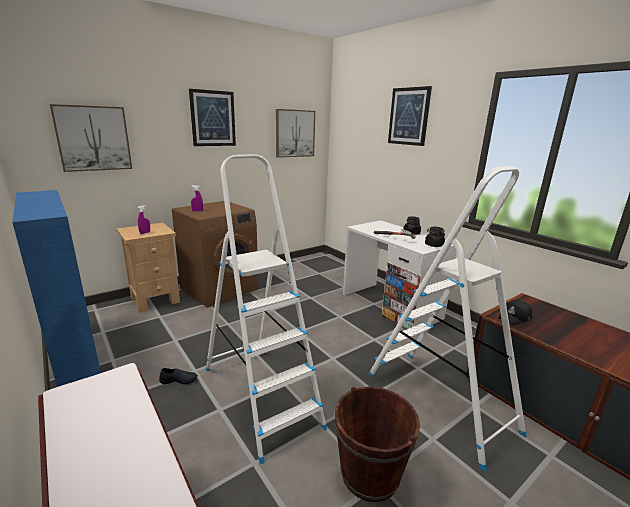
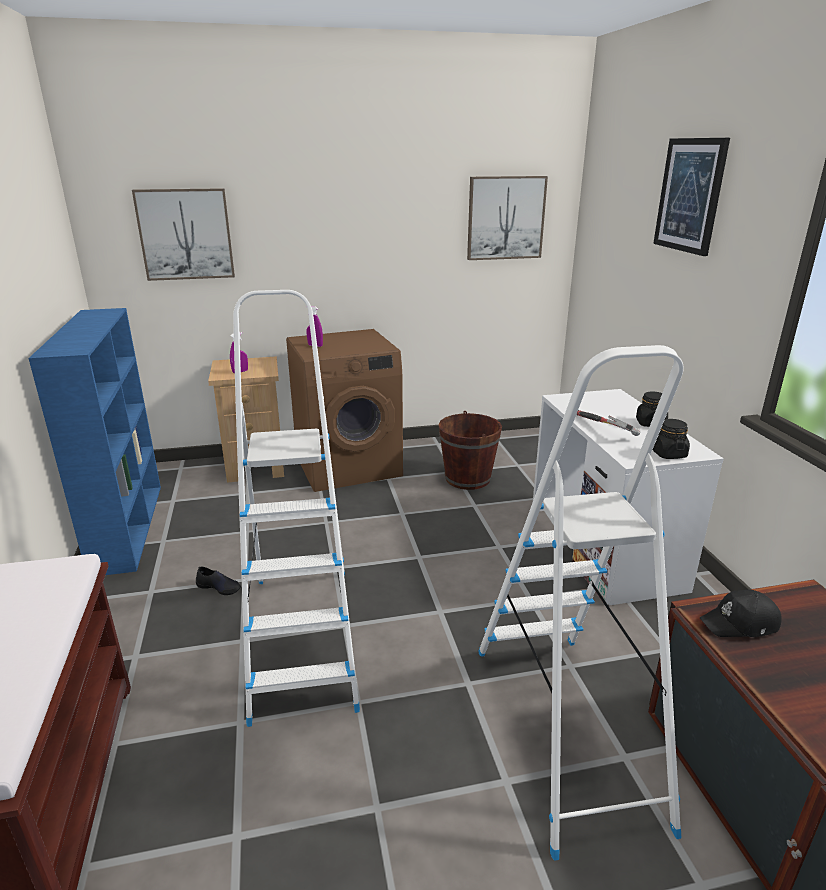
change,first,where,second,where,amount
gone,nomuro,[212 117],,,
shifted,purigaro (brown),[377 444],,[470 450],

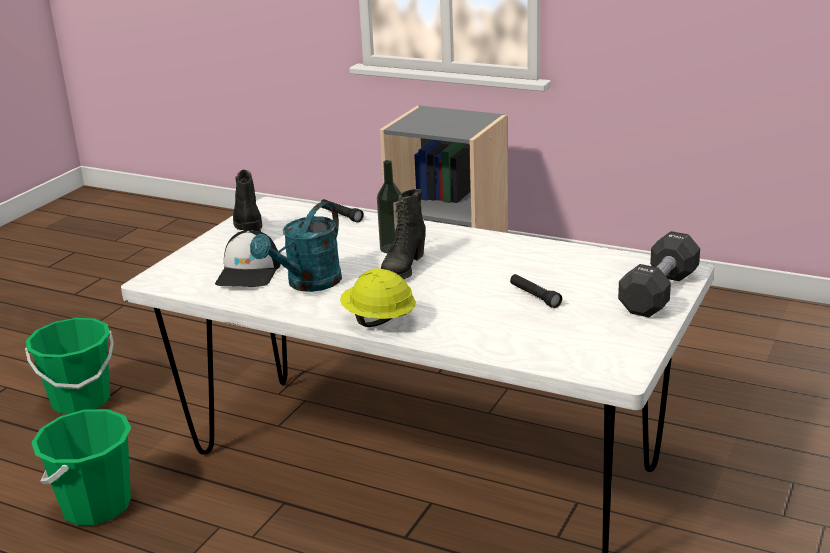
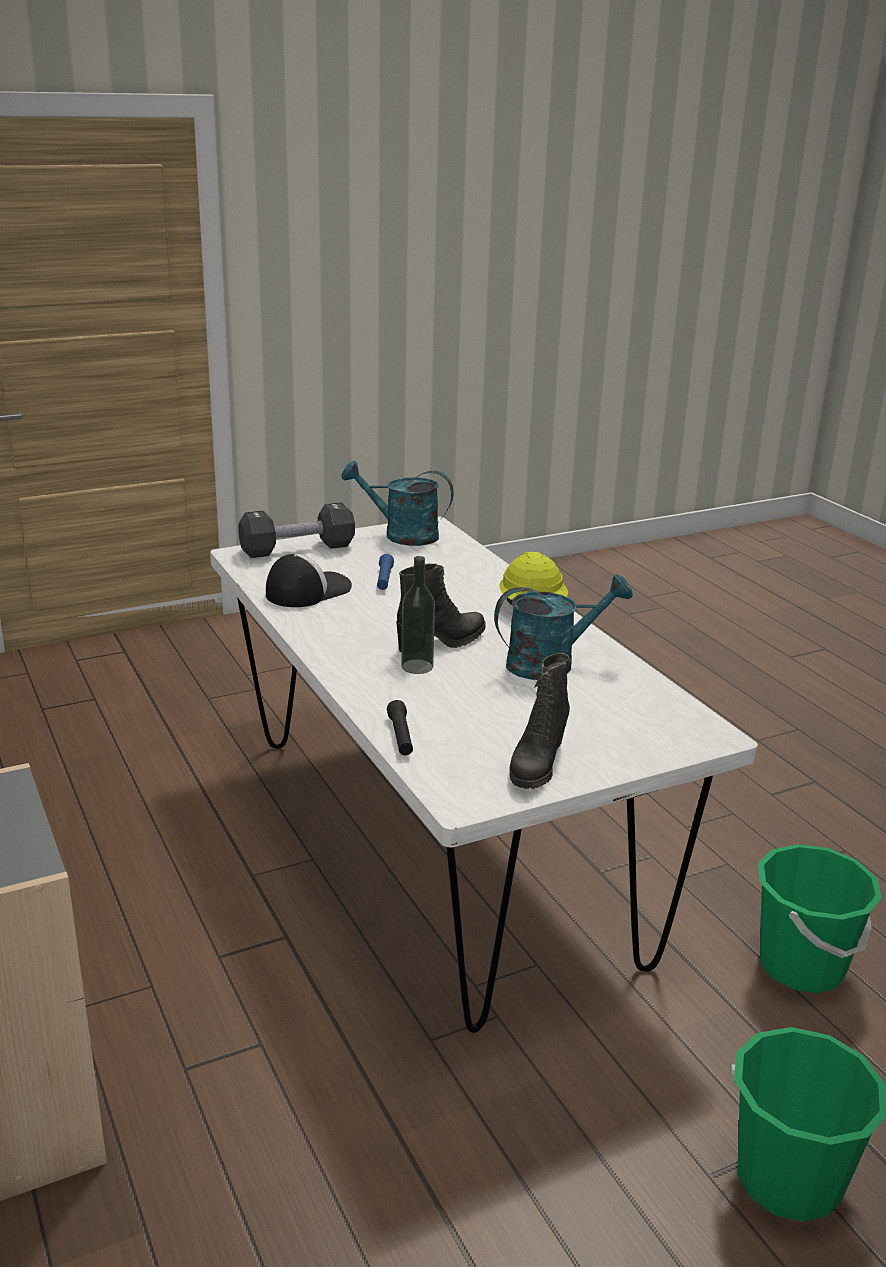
change,first,where,second,where,amount
shifted,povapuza,[248 258],,[309 580],
repainted,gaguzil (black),[536 291],gaguzil (blue),[385 572],
new,,,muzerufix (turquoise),[397 503],

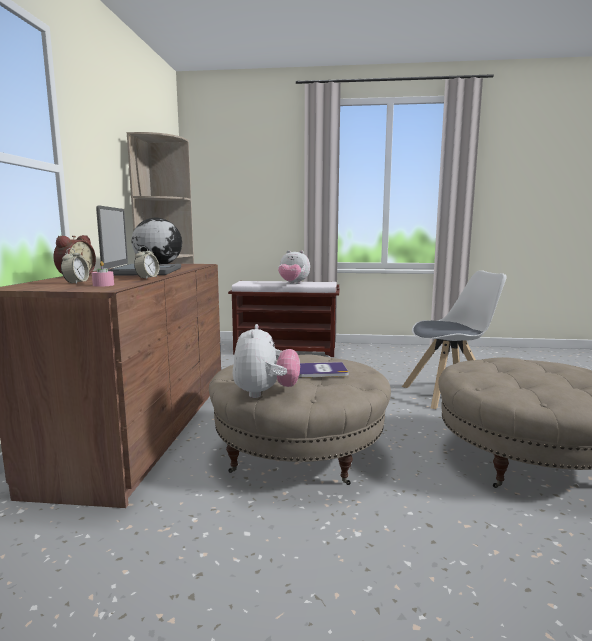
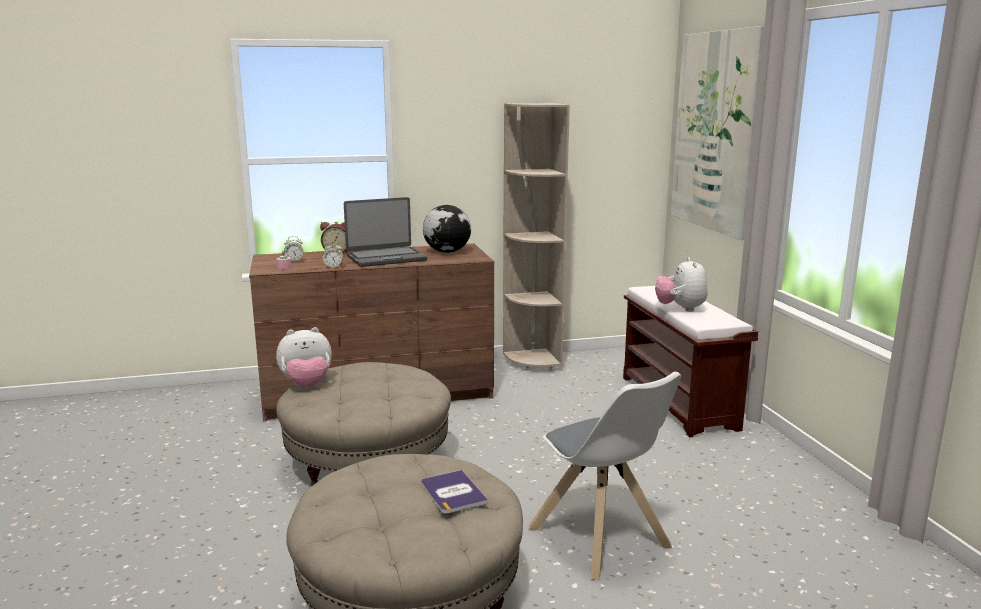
change,first,where,second,where,amount
shifted,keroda,[324 370],,[454 492],
new,,,nomuro,[717 133],

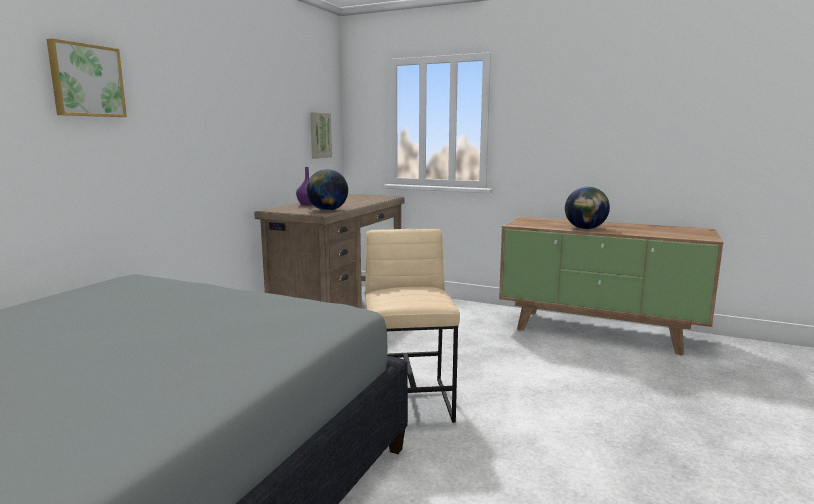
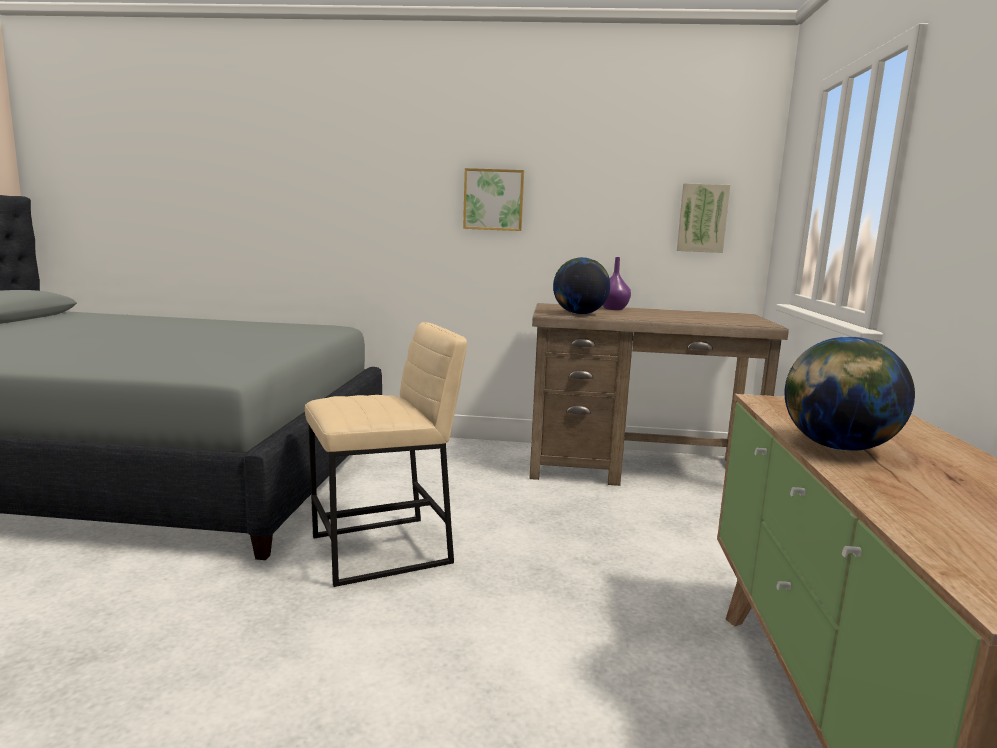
change,first,where,second,where,amount
shifted,nomuro,[86 77],,[493 199],

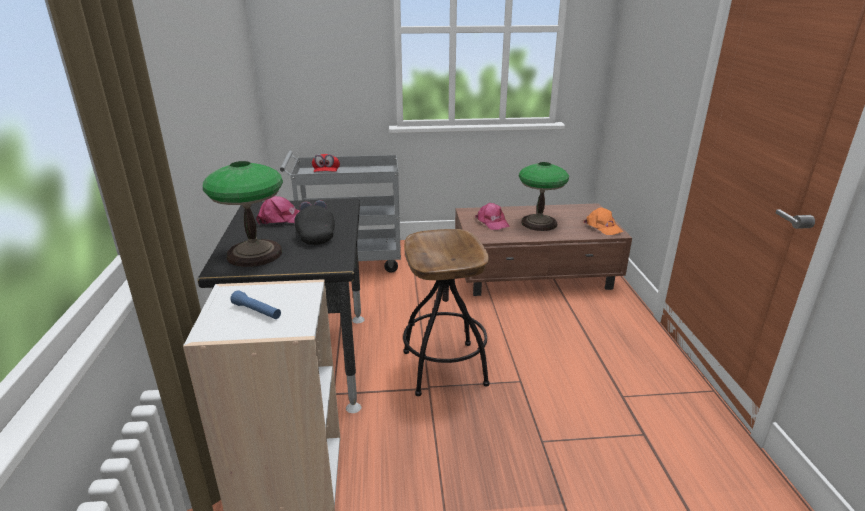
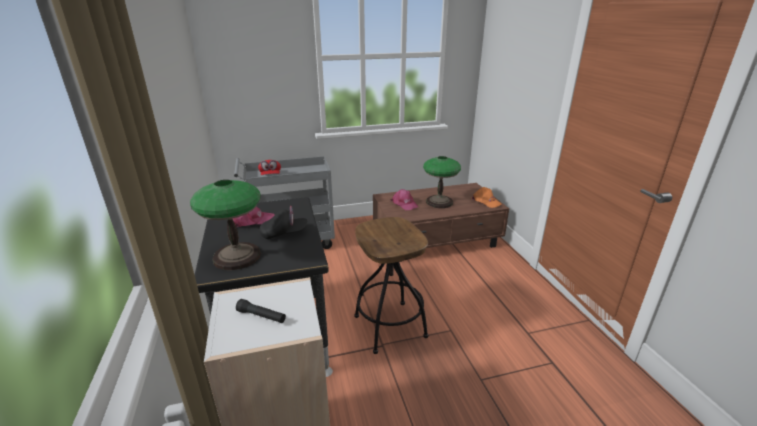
change,first,where,second,where,amount
repainted,gaguzil (blue),[255 304],gaguzil (black),[261 311],
rotated,povapuza (black),[315 222],,[283 222],105 degrees clockwise

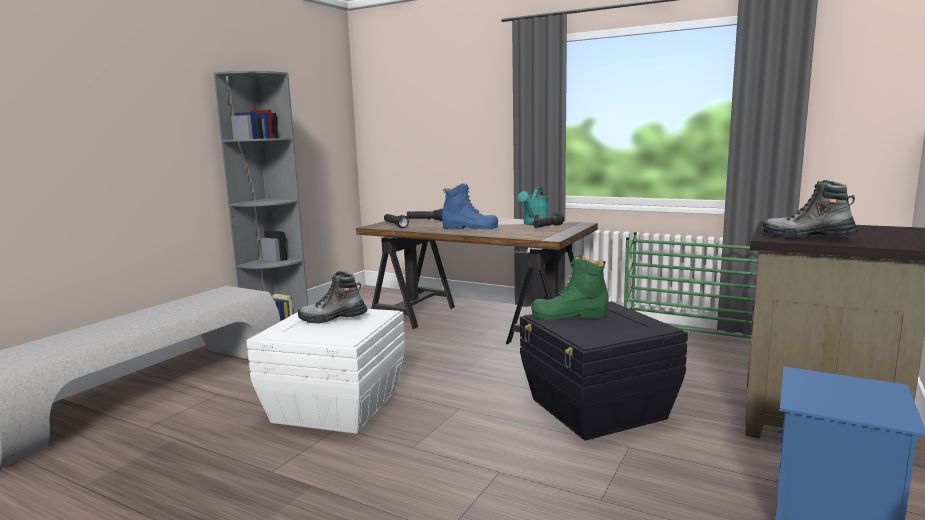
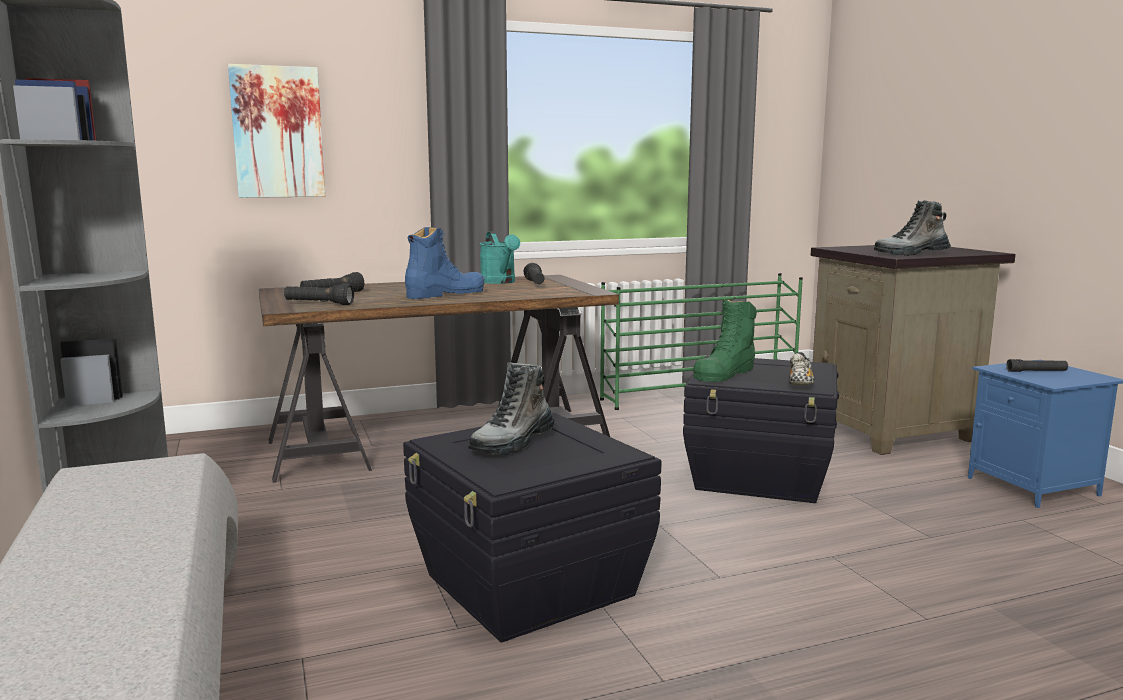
change,first,where,second,where,amount
repainted,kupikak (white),[325 371],kupikak (black),[532 527],
new,,,nomuro,[276 131],
new,,,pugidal,[802 368],
new,,,gaguzil (black),[1037 365],

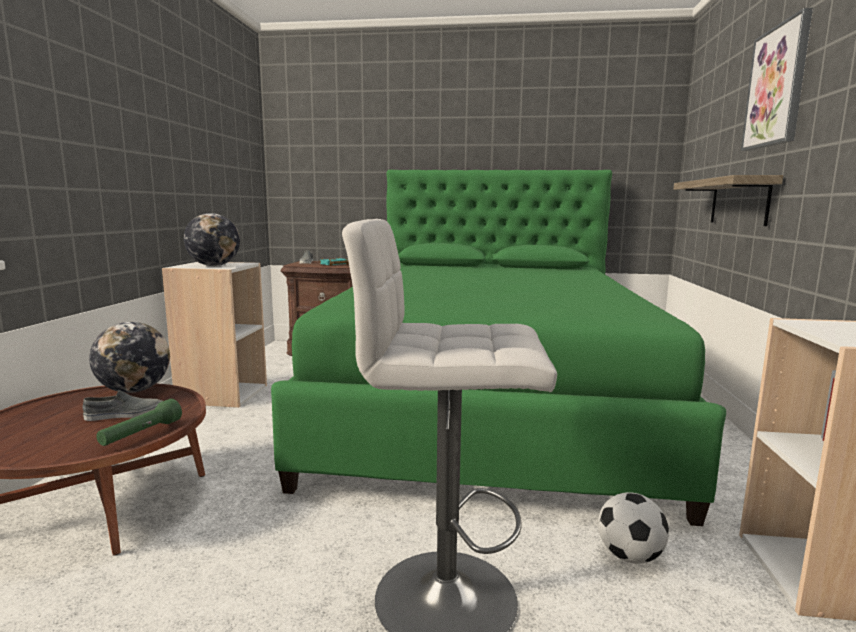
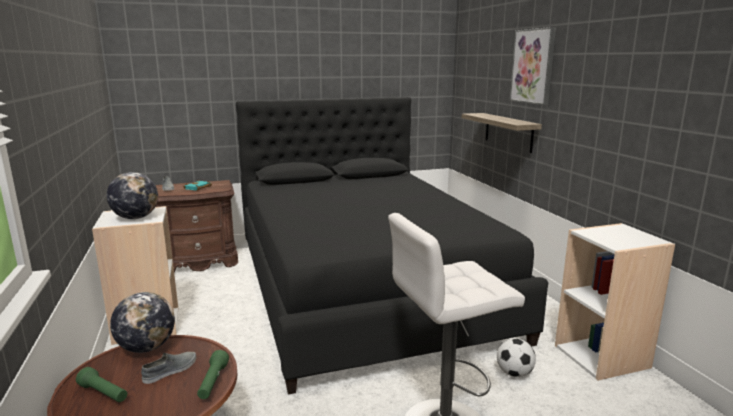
change,first,where,second,where,amount
repainted,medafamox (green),[498 348],medafamox (black),[392 246],
new,,,gaguzil (green),[101 384],

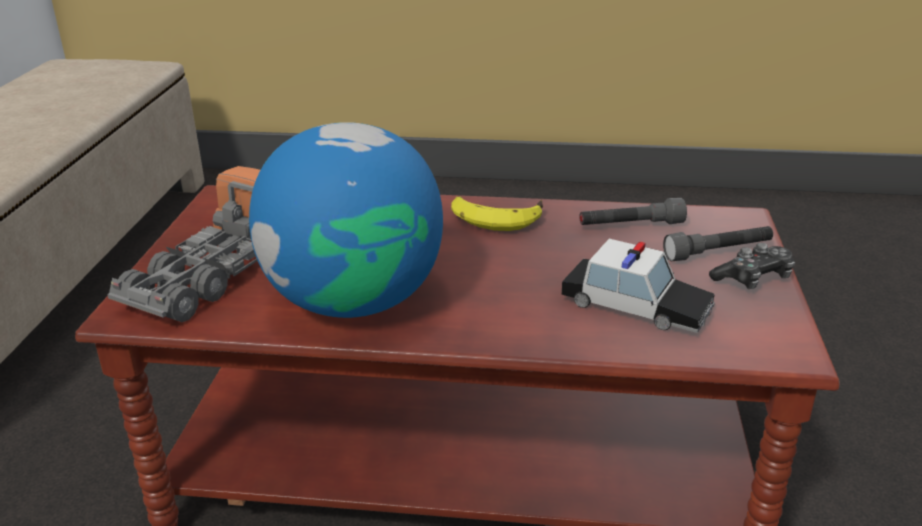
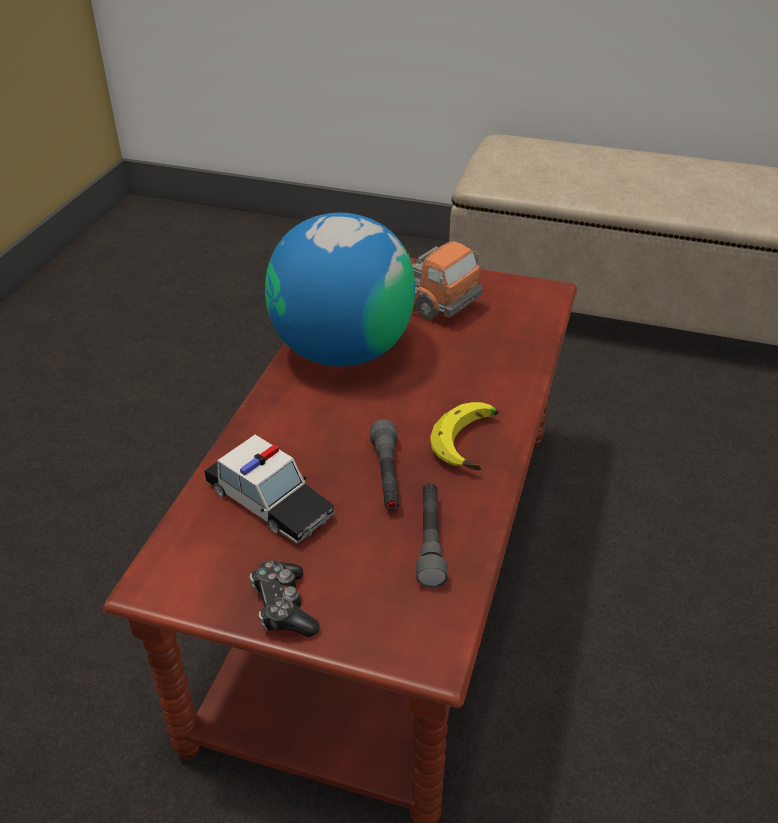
change,first,where,second,where,amount
rotated,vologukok,[638 286],,[269 489],90 degrees counterclockwise
shifted,gaguzil (grey),[718 243],,[385 464],

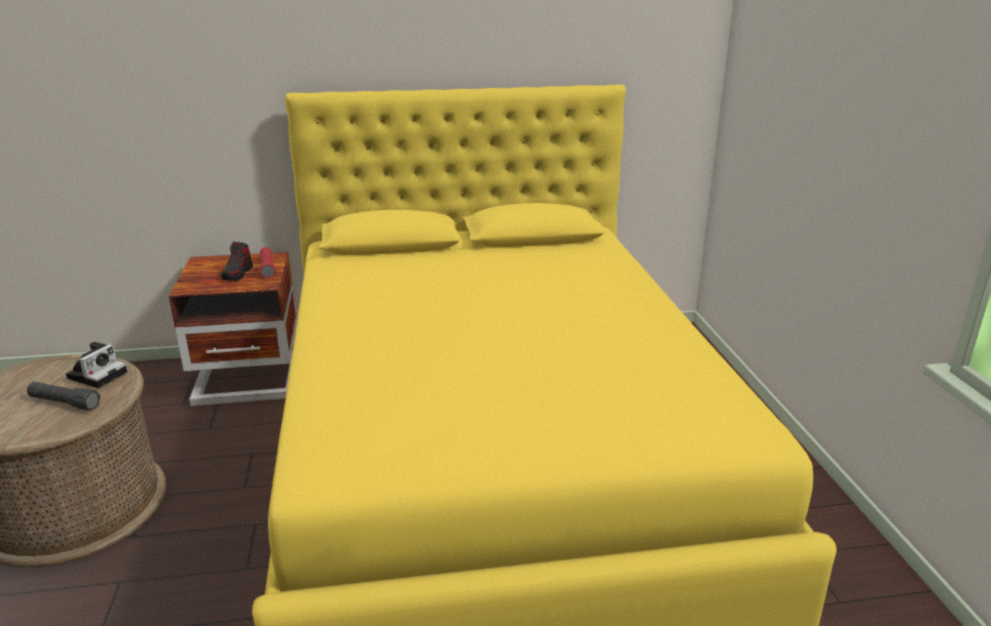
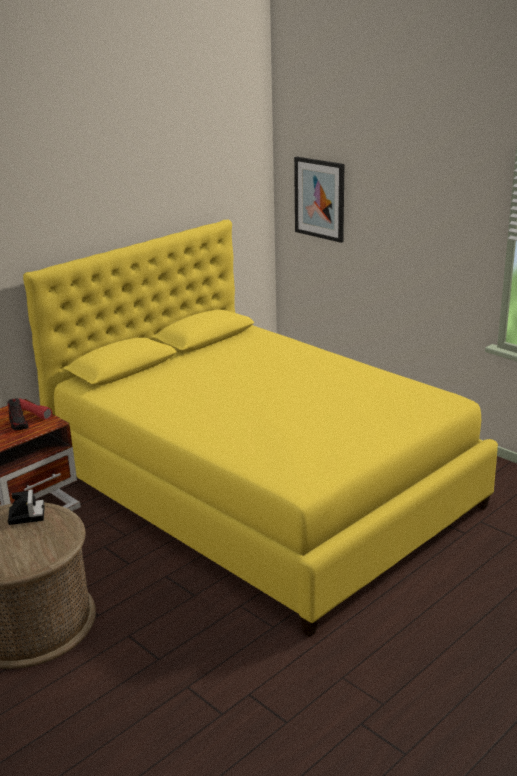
change,first,where,second,where,amount
gone,gaguzil (black),[63 396],,,
new,,,nomuro,[319 200],

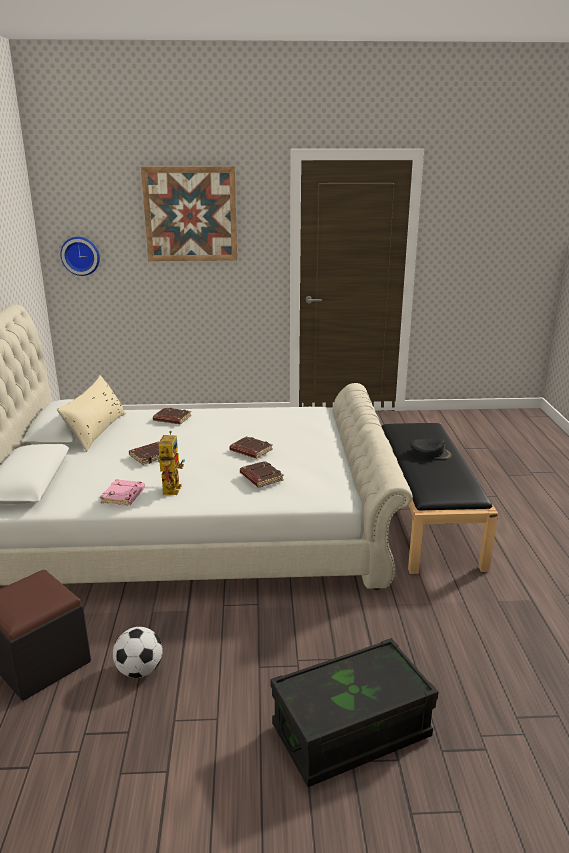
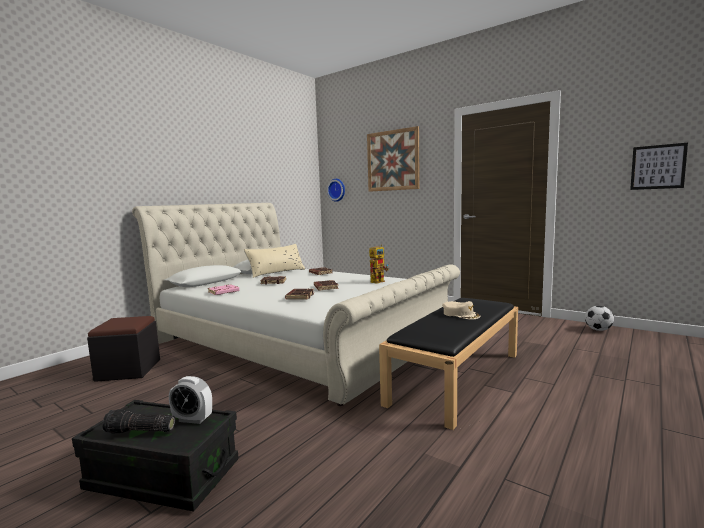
change,first,where,second,where,amount
shifted,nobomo,[138 652],,[599 318],
shifted,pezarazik,[171 463],,[379 263],
repainted,povapuza (black),[431 449],povapuza (beige),[461 310],
new,,,gaguzil,[138 421],
new,,,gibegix,[190 400],
new,,,nomuro,[659 166],

